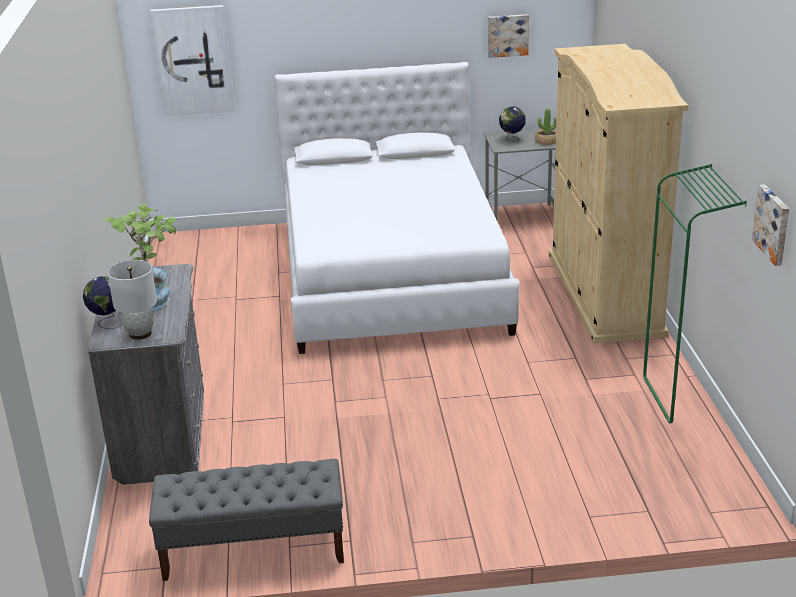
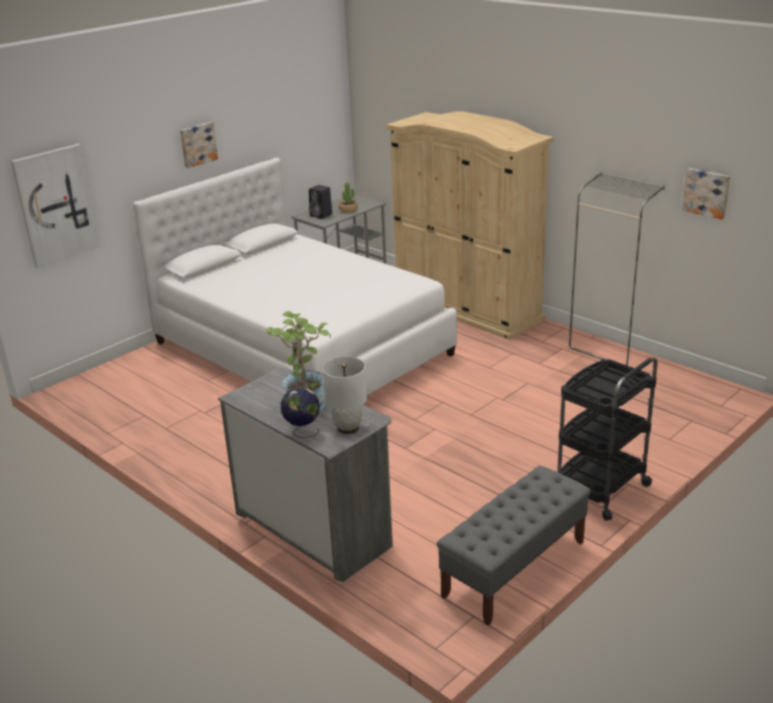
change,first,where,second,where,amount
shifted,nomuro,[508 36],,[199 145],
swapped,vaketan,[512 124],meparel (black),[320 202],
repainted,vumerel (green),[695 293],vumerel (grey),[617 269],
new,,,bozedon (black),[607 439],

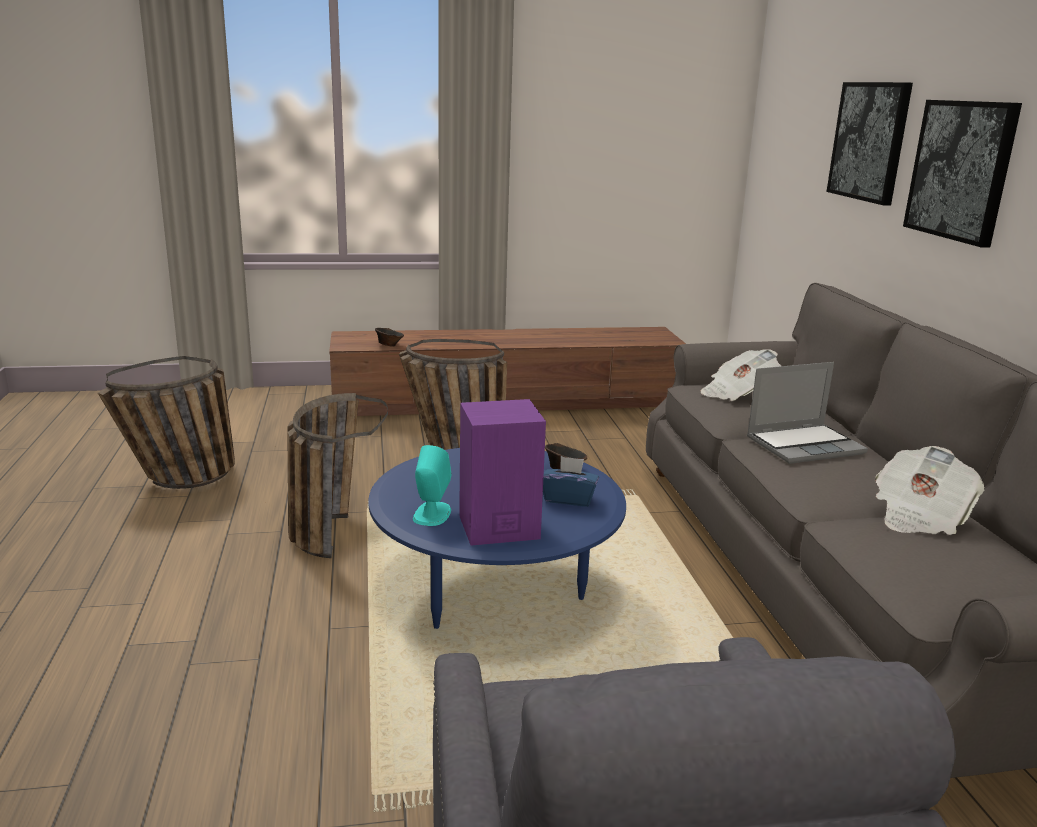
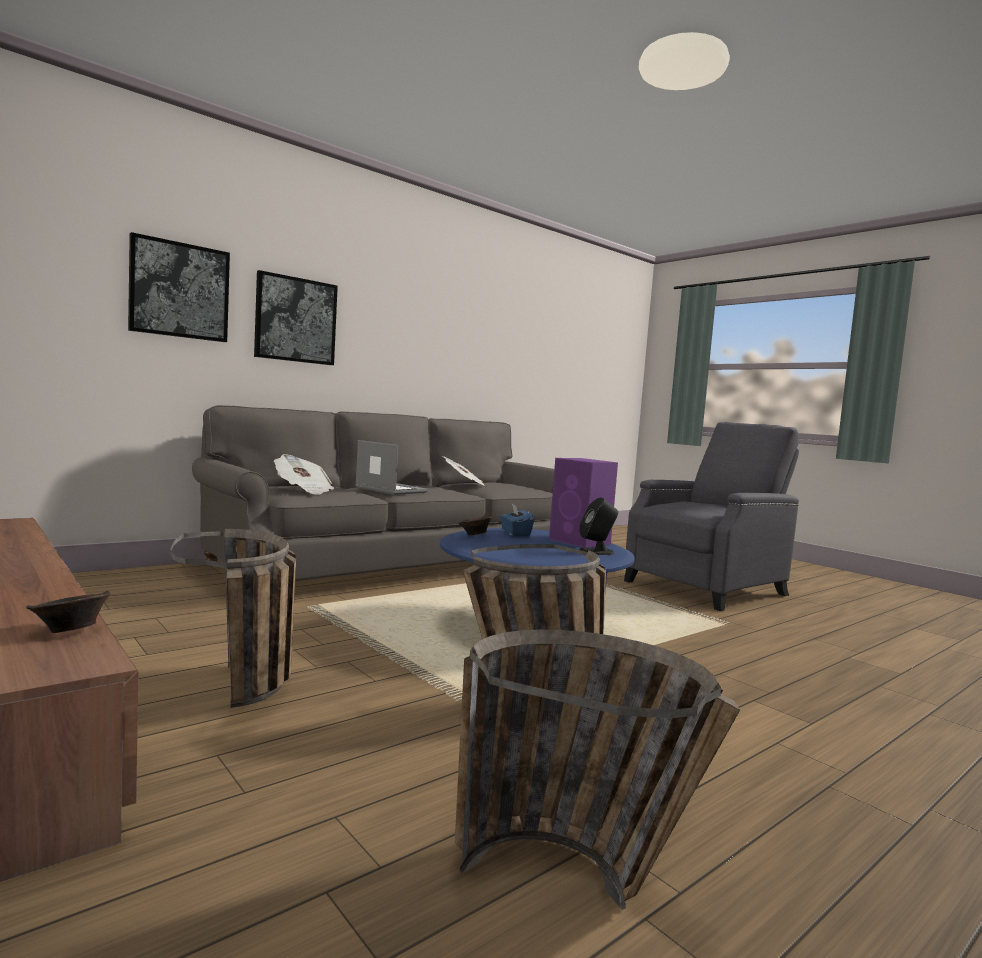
change,first,where,second,where,amount
repainted,meparel (turquoise),[432 485],meparel (black),[598 526],

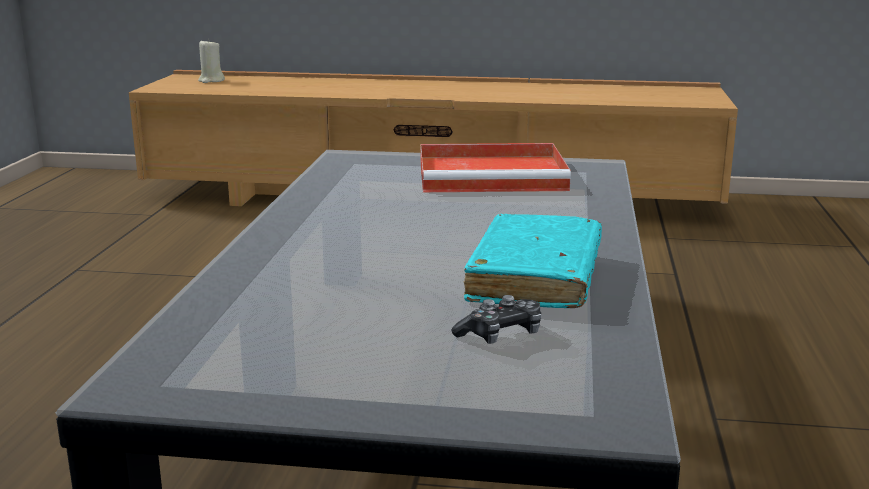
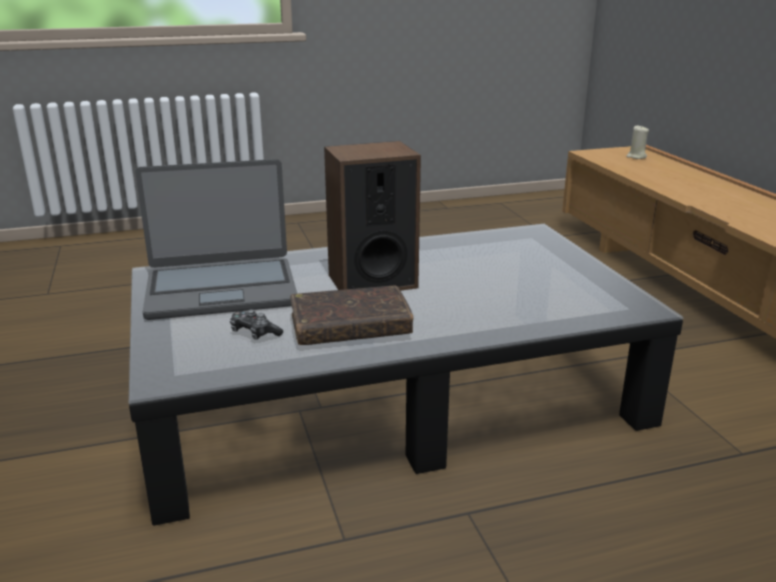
change,first,where,second,where,amount
gone,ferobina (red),[495 167],,,
repainted,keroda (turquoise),[533 261],keroda (brown),[351 315],
new,,,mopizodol,[216 239],
new,,,meparel,[372 216],

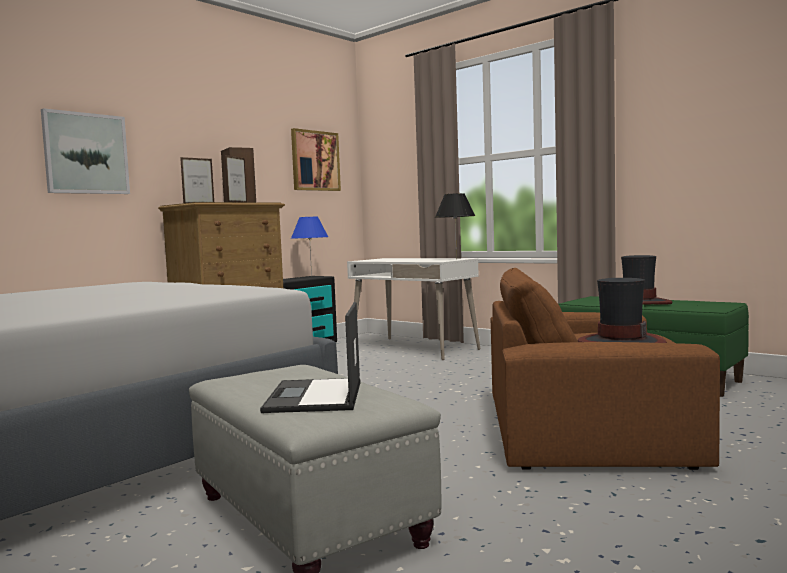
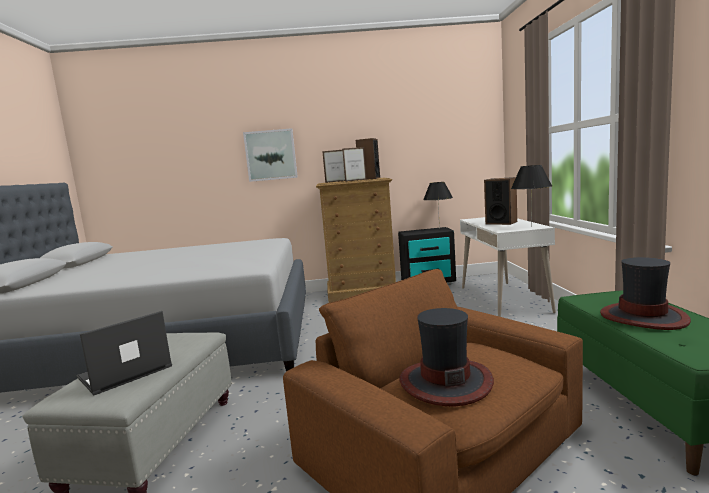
change,first,where,second,where,amount
gone,nomuro,[316 159],,,
repainted,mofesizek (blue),[309 247],mofesizek (black),[438 205],
new,,,meparel,[500 201],

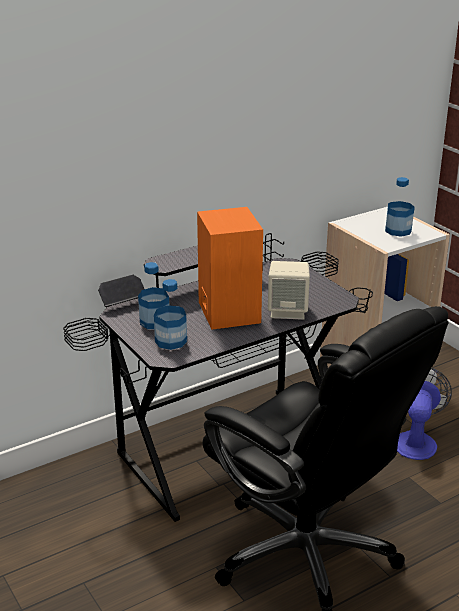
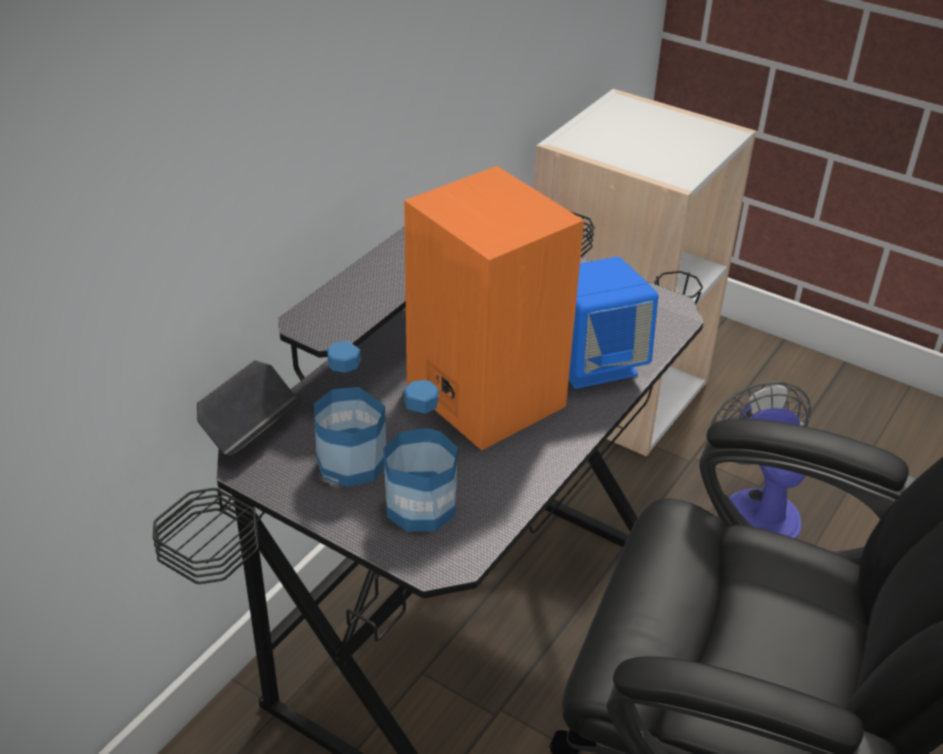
change,first,where,second,where,amount
repainted,meparel (beige),[289 290],meparel (blue),[613 323],
gone,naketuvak,[400 207],,,

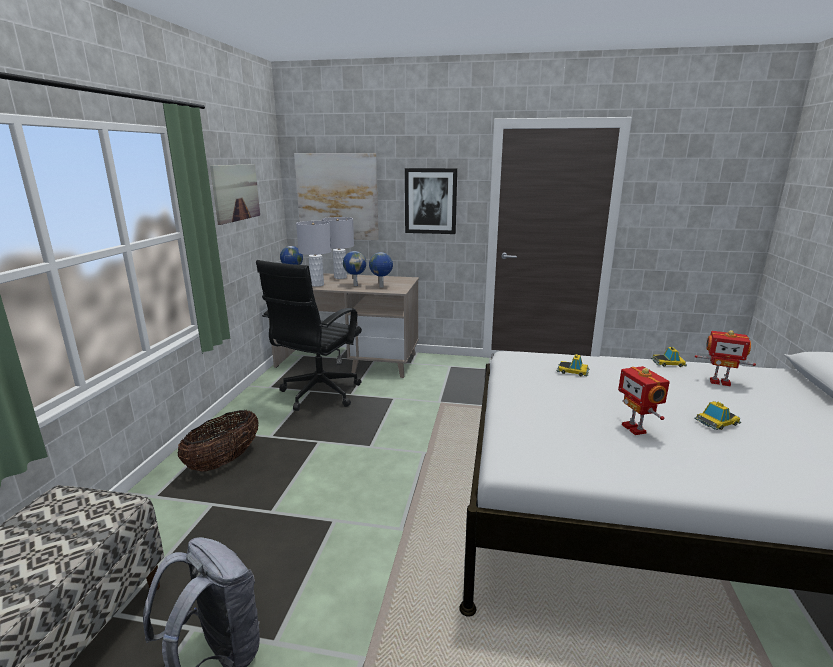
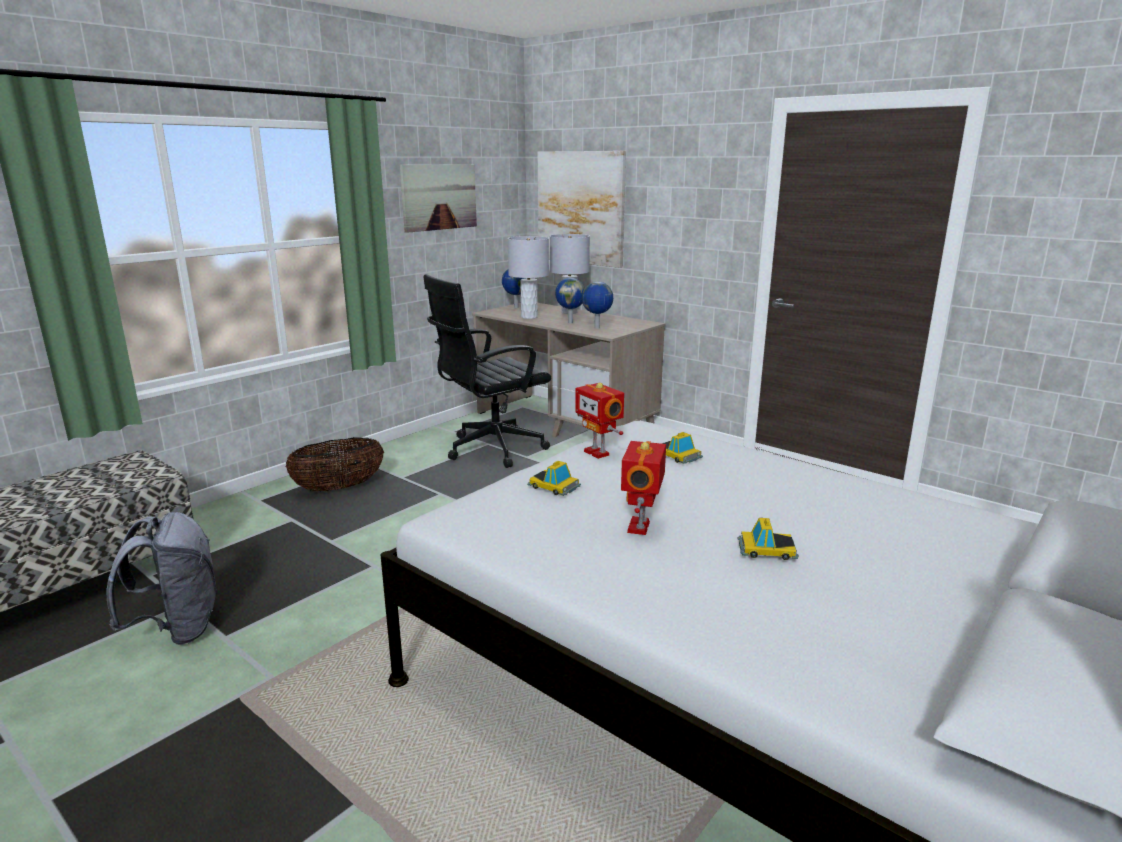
change,first,where,second,where,amount
gone,nomuro,[431 201],,,
shifted,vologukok,[669 357],,[554 478],
shifted,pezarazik,[725 358],,[599 420],

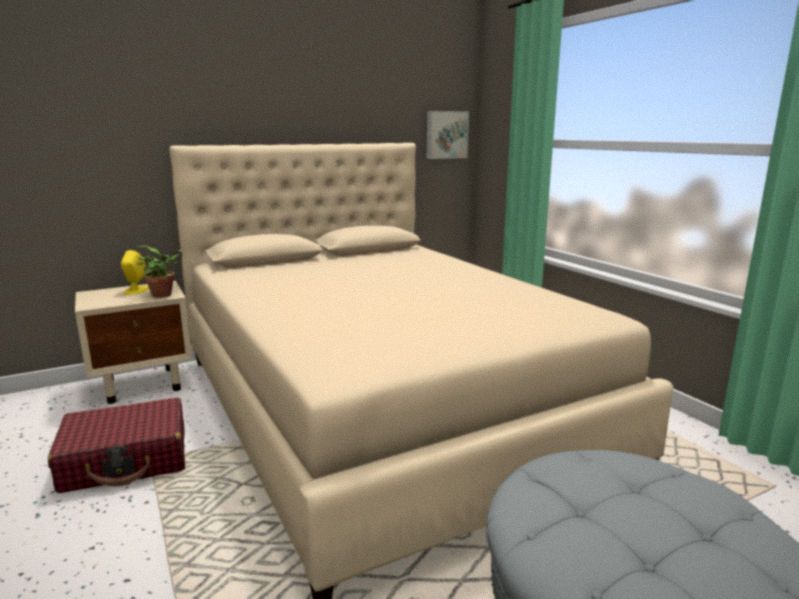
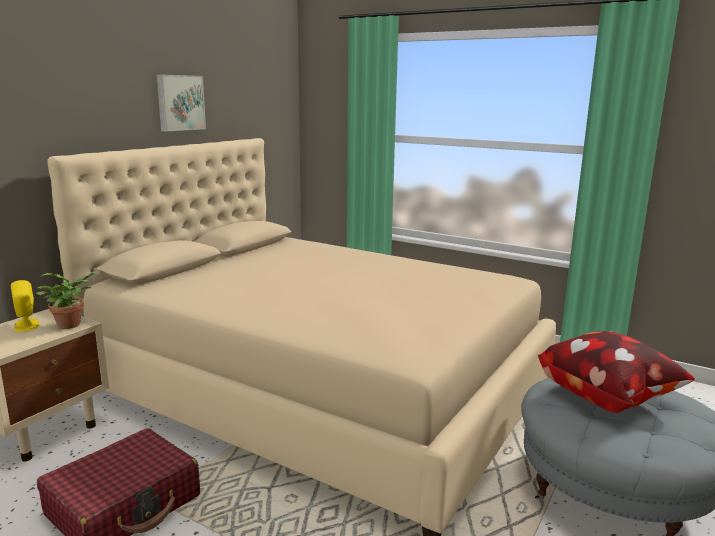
change,first,where,second,where,amount
shifted,nomuro,[448 135],,[181 103],
new,,,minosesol,[616 372],

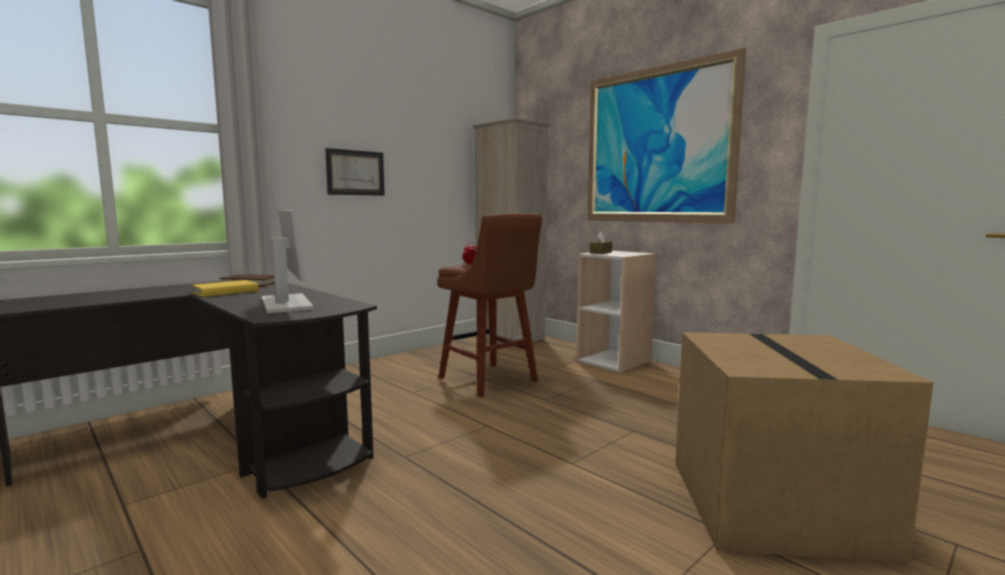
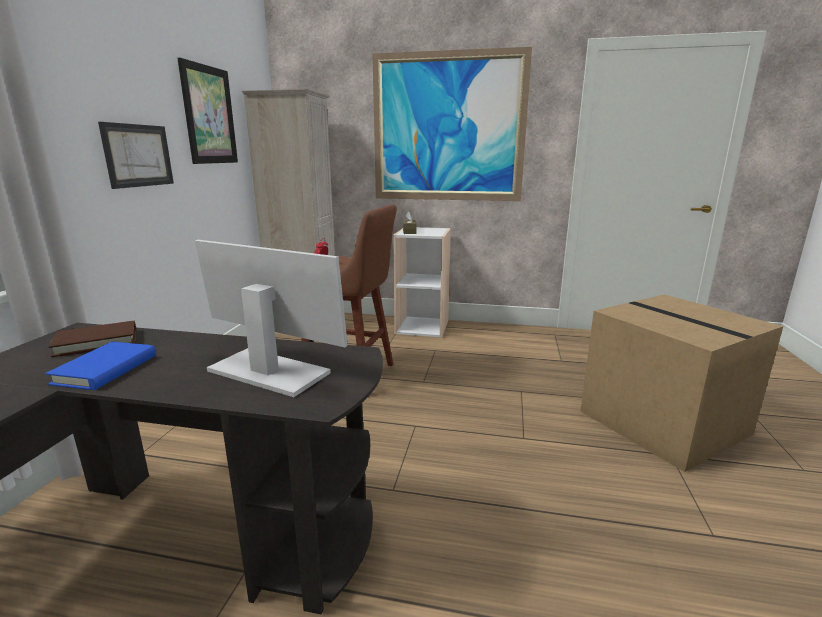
change,first,where,second,where,amount
repainted,keroda (yellow),[225 288],keroda (blue),[100 366],
new,,,nomuro,[207 110],

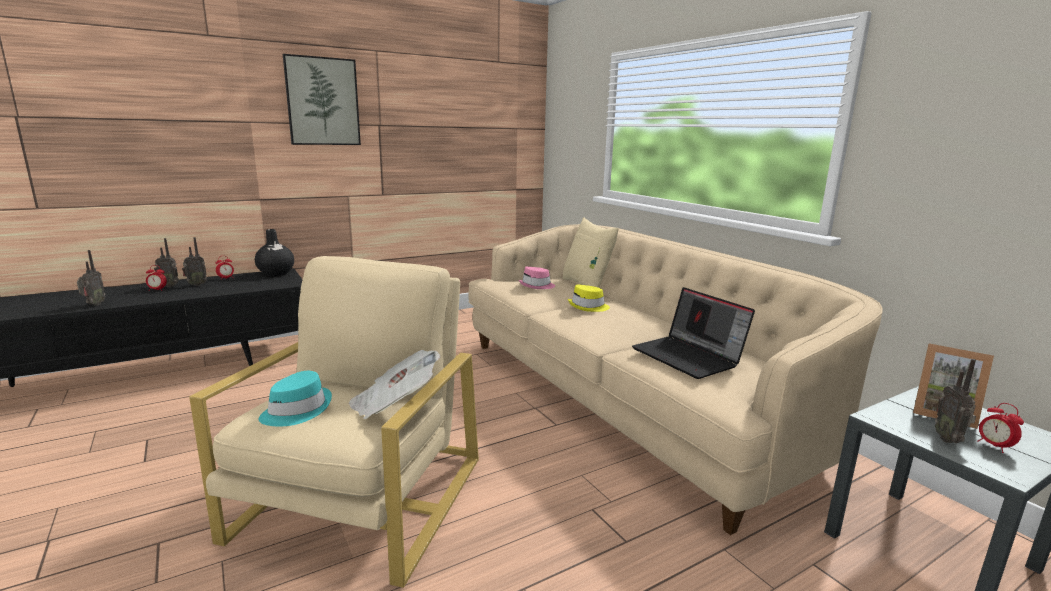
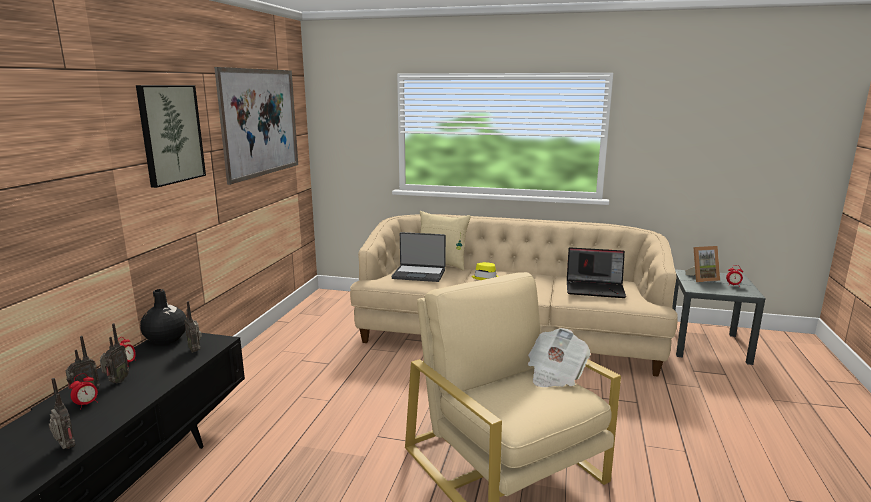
change,first,where,second,where,amount
gone,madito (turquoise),[295 399],,,
swapped,madito (pink),[537 277],mopizodol,[418 257],
shifted,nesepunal,[955 401],,[193 327],
new,,,nomuro,[256 126],

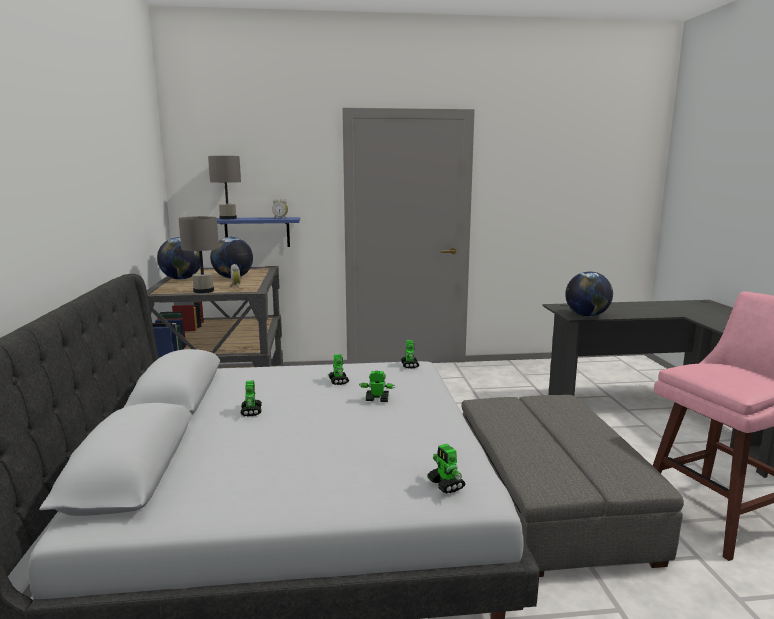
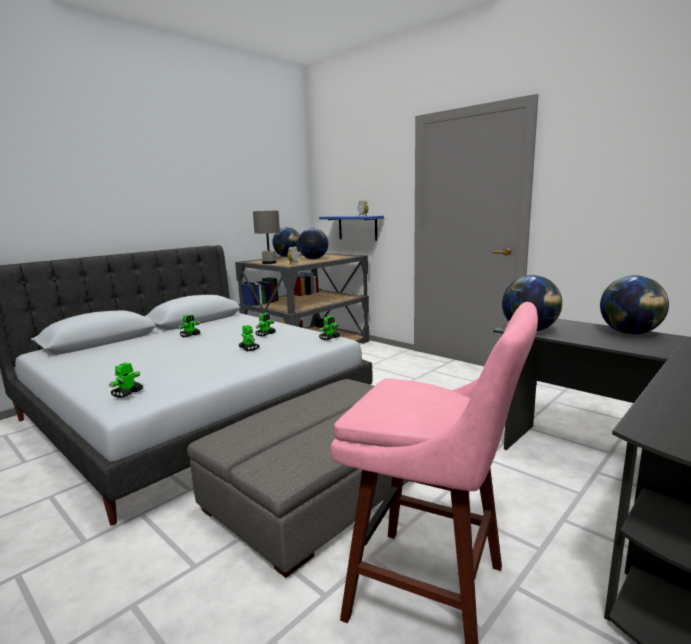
change,first,where,second,where,amount
gone,mofesizek (grey),[224 187],,,
new,,,vaketan,[634 305],

